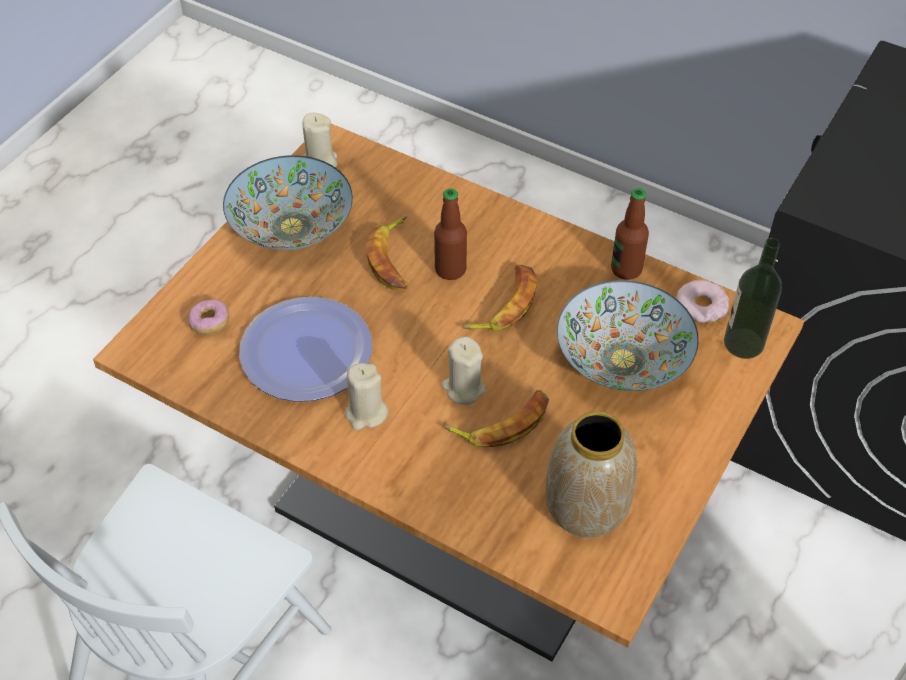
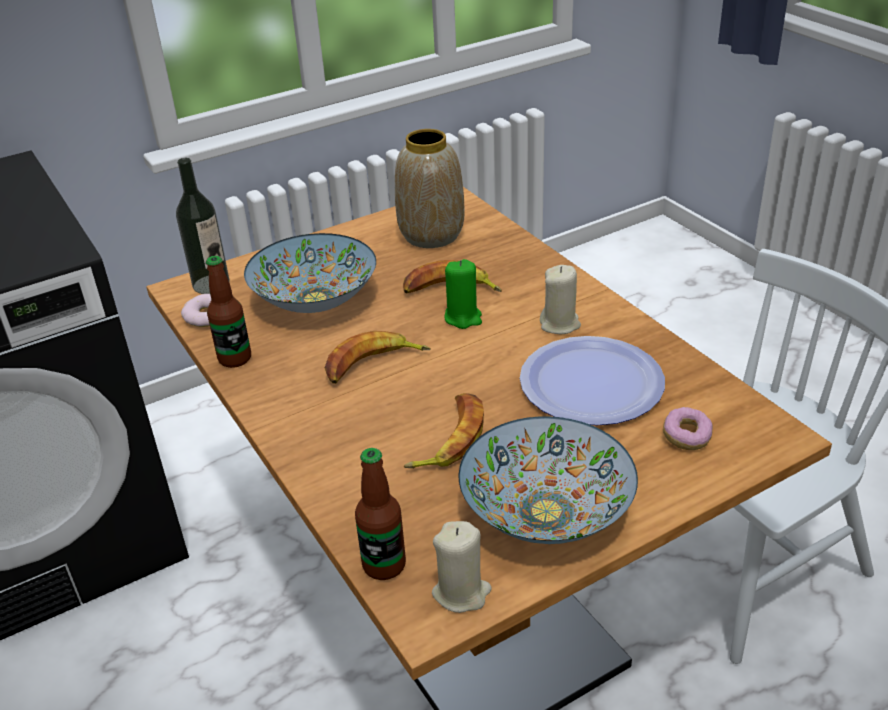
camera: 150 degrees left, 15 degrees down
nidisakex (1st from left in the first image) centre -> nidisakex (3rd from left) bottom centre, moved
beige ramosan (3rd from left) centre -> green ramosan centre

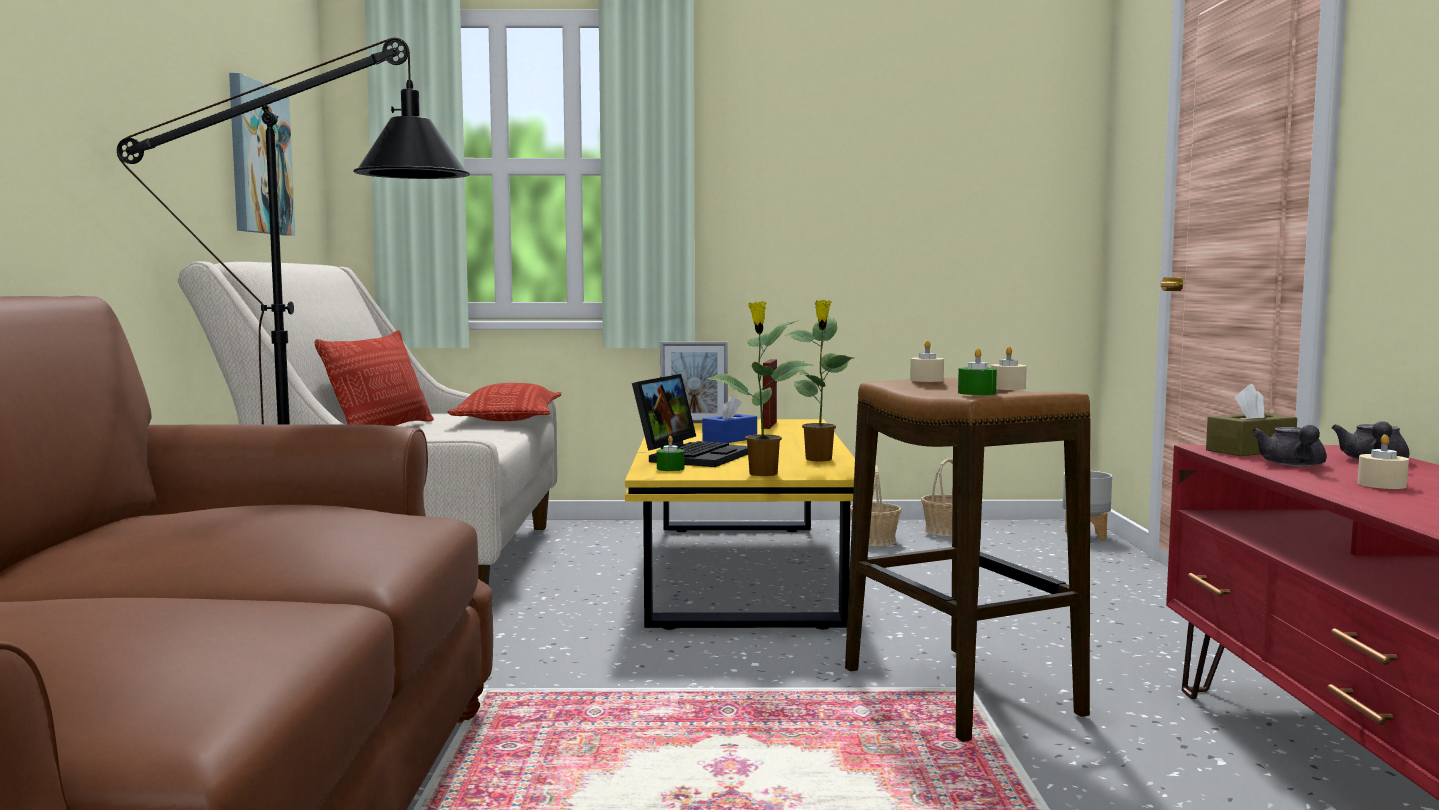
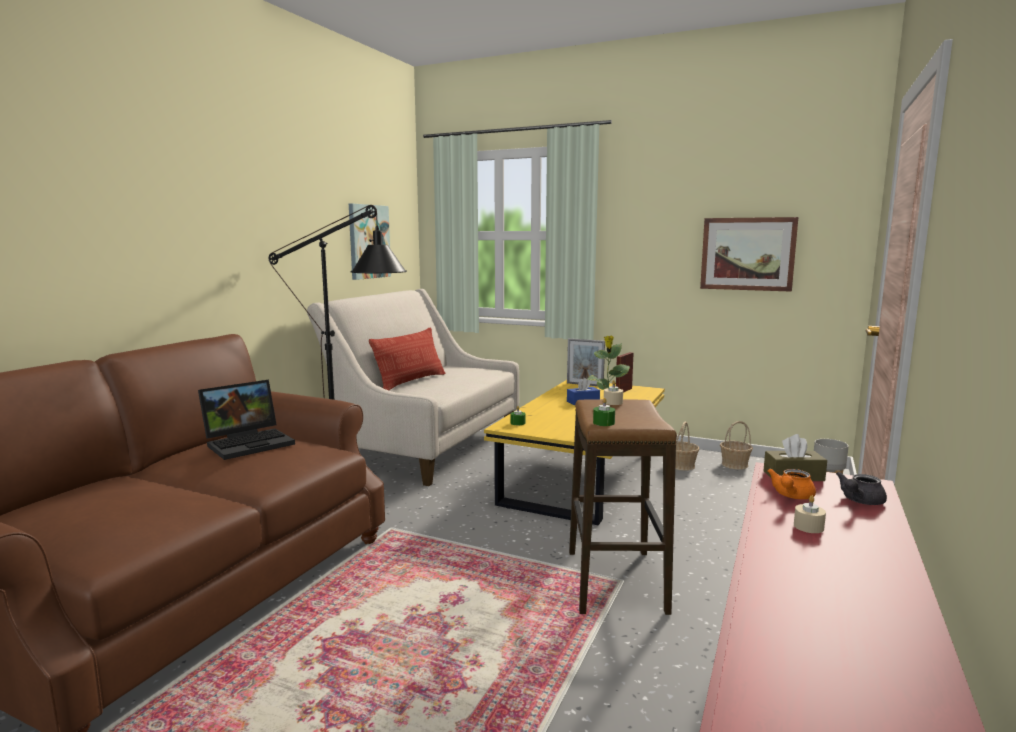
camera: 25 degrees right, 5 degrees up
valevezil (2nd from left) centre -> none
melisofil (1st from left) centre -> none
beige ramosan (2nd from left) middle right -> none
none -> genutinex (2nd from left) middle right
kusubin centre -> kusubin middle left, moved
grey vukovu (1st from left) middle right -> orange vukovu middle right

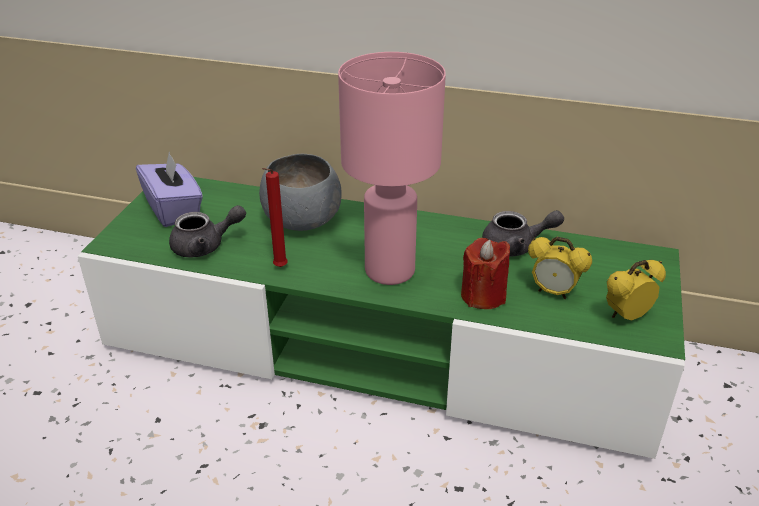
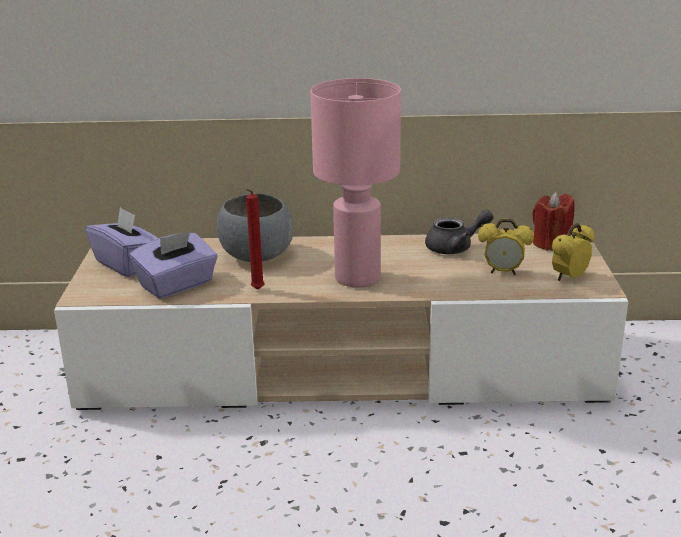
camera: 15 degrees left, 10 degrees down
red ramosan (2nd from left) centre -> red ramosan (2nd from left) middle right, moved
grey vukovu (1st from left) middle left -> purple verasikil (2nd from left) middle left
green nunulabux centre -> beige nunulabux centre

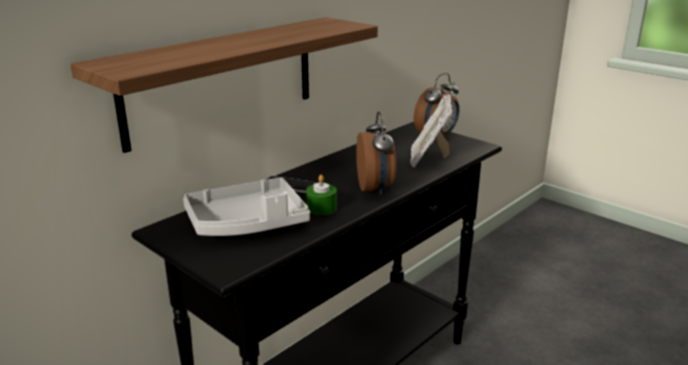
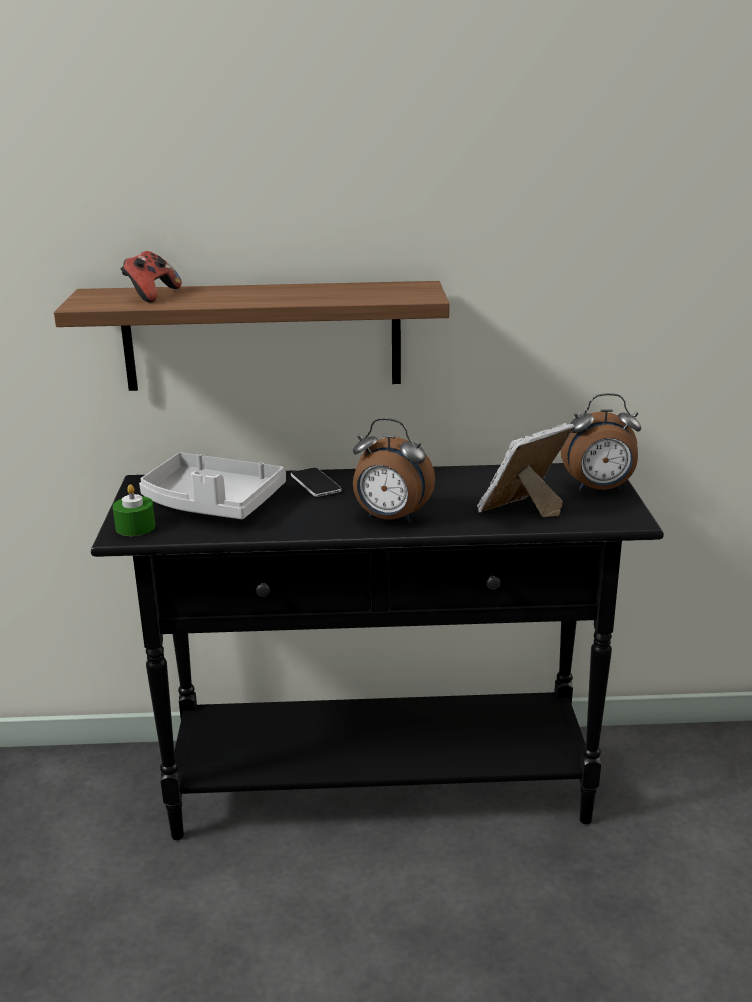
camera: 45 degrees right, 0 degrees up
none -> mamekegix top left
green ramosan centre -> green ramosan middle left, moved
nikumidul (1st from left) centre, 75 degrees clockwise

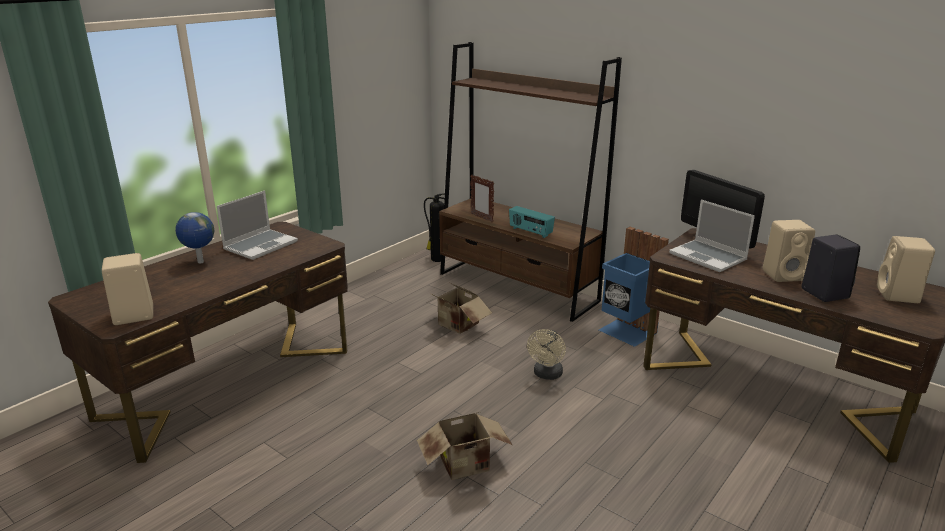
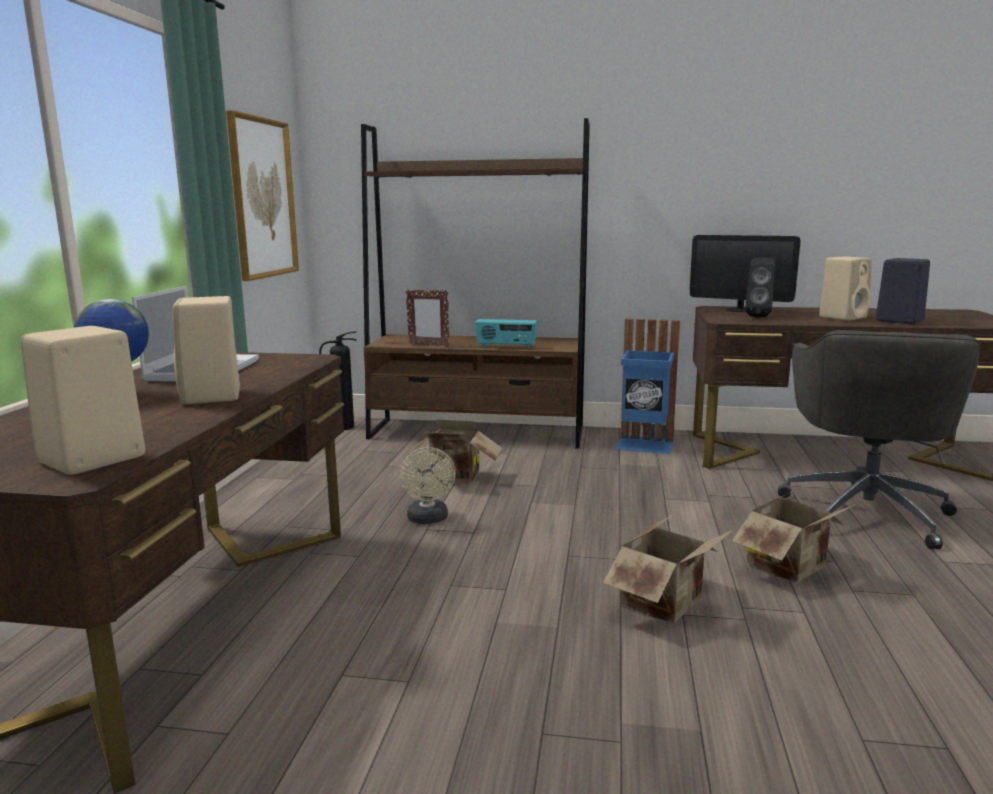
camera: 30 degrees left, 10 degrees down
none -> genutinex top left
none -> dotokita (3rd from left) bottom right
none -> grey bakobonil middle right
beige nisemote bottom centre -> beige nisemote centre, moved
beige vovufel (3rd from left in the first image) middle right -> beige vovufel (2nd from left) middle left, moved
kusubin (2nd from left) middle right -> black vovufel (1st from left) middle right

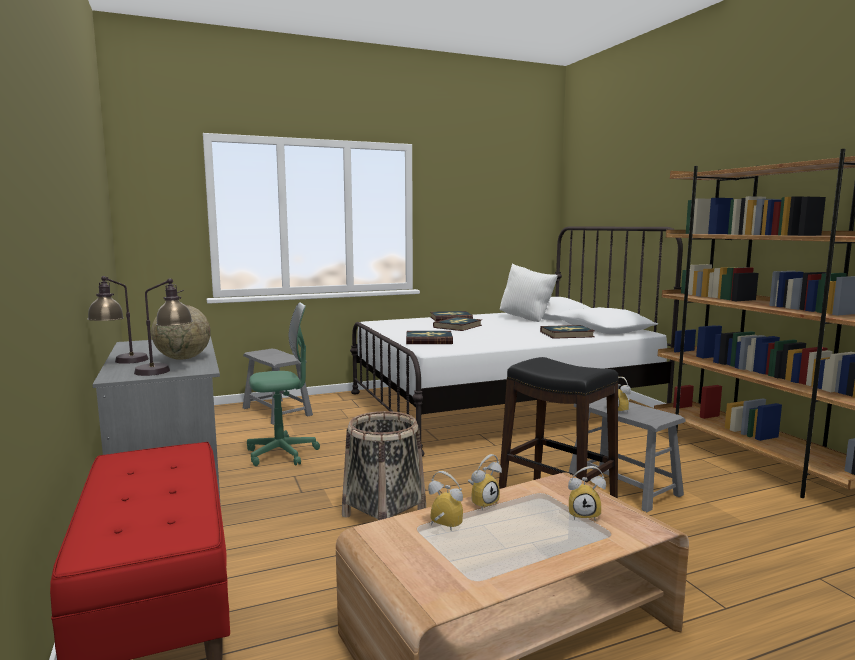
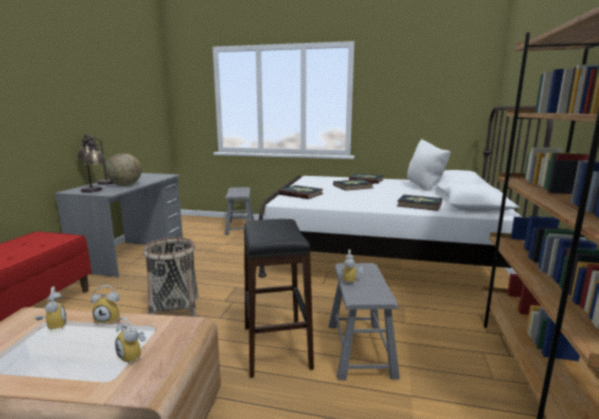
camera: 35 degrees right, 5 degrees up
green bakobonil middle left -> none

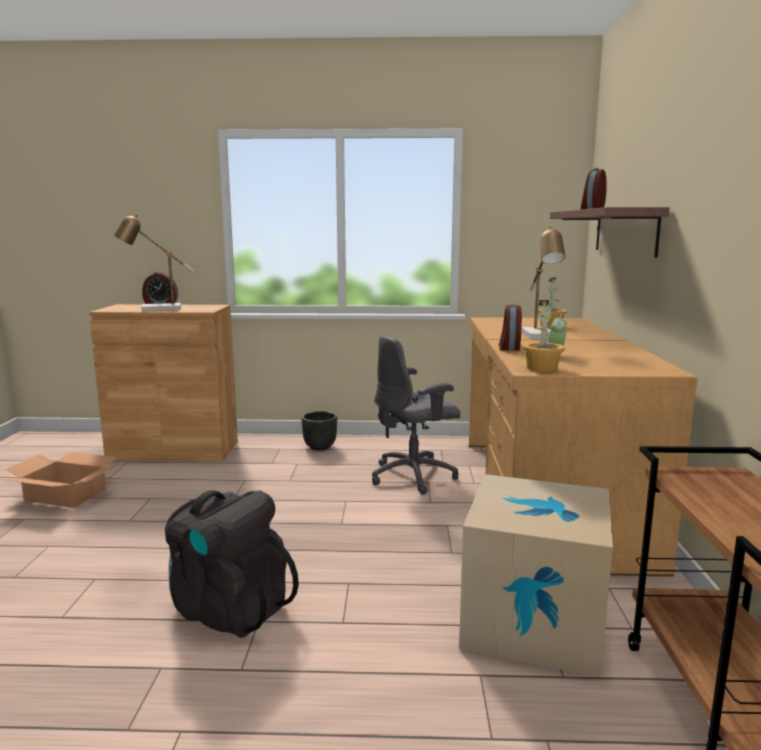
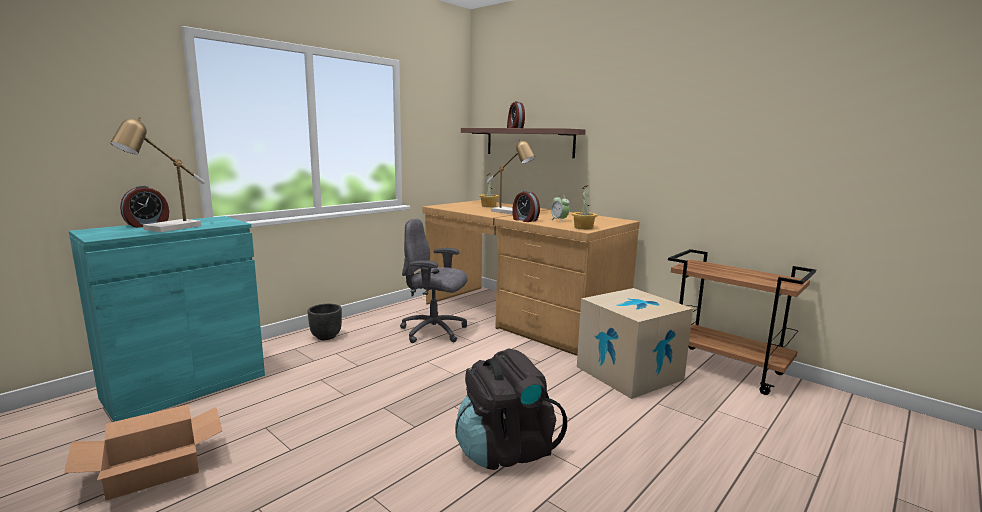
camera: 50 degrees left, 0 degrees up
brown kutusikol middle left -> turquoise kutusikol middle left
grey bakobonil centre, 90 degrees clockwise

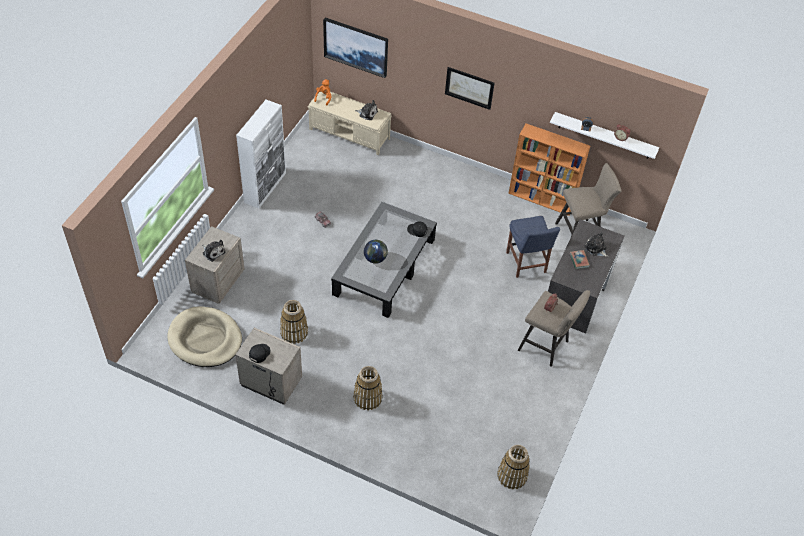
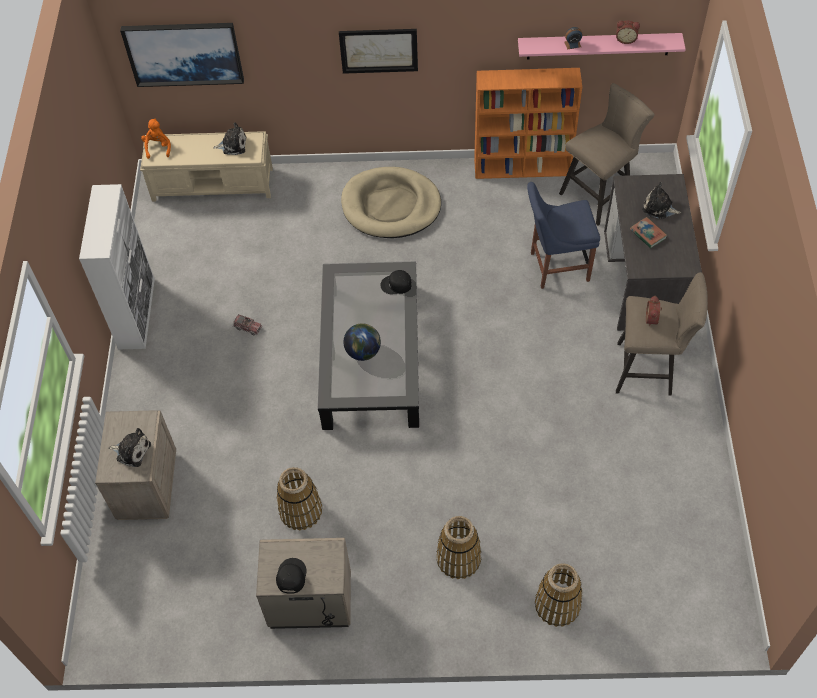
camera: 20 degrees left, 5 degrees up
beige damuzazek middle left -> beige damuzazek top centre, moved
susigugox (3rd from left) bottom centre -> susigugox (3rd from left) bottom right, moved
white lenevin top right -> pink lenevin top right
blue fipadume centre -> blue fipadume middle right, 120 degrees clockwise

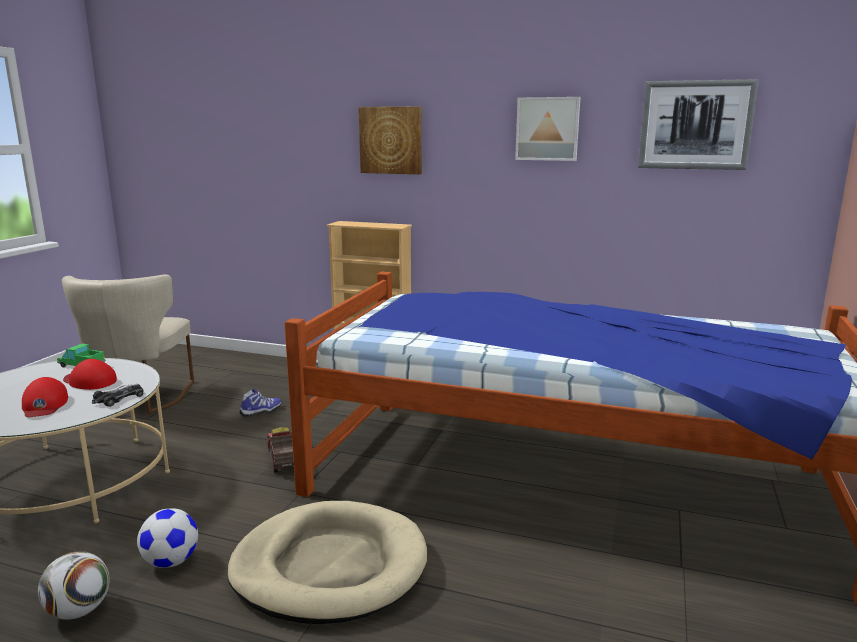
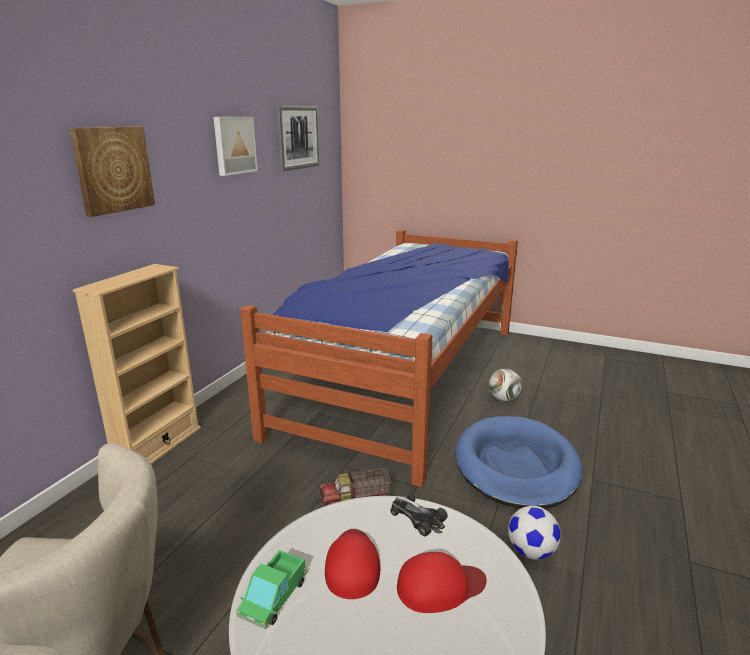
camera: 85 degrees left, 5 degrees up
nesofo middle left -> none
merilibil (1st from left) bottom left -> merilibil (1st from left) middle right, moved
beige damuzazek bottom centre -> blue damuzazek bottom right
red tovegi (2nd from left in the first image) middle left -> red tovegi (1st from left) bottom centre, 150 degrees clockwise

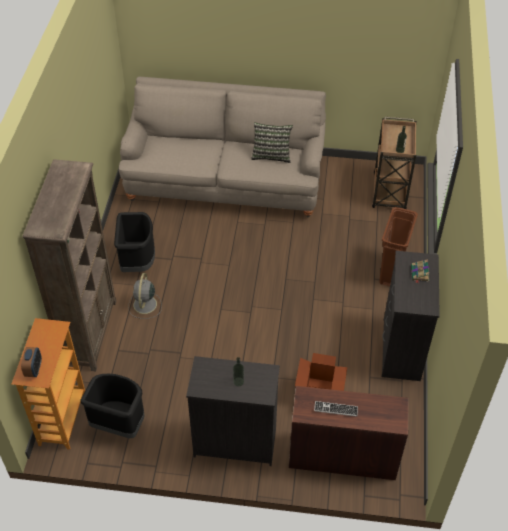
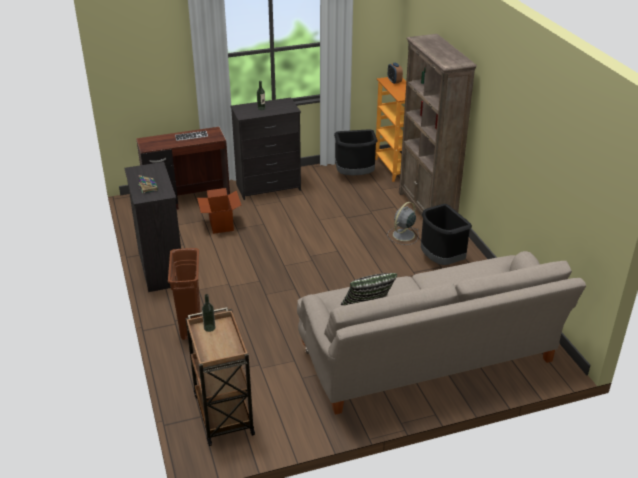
camera: 155 degrees right, 15 degrees down
grey nisemote middle left -> grey nisemote centre, 120 degrees counterclockwise

